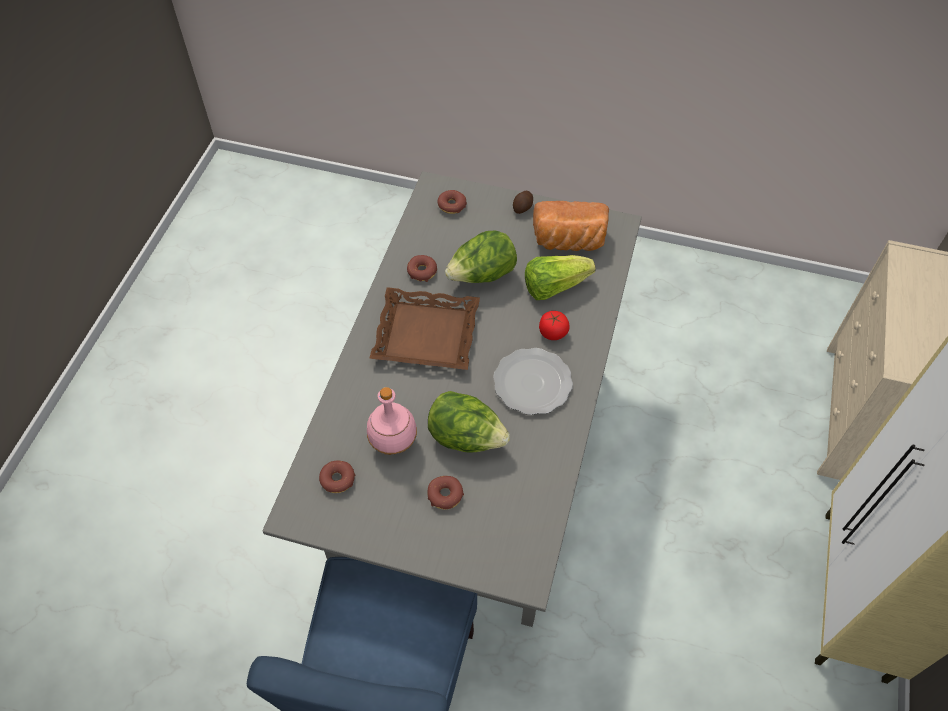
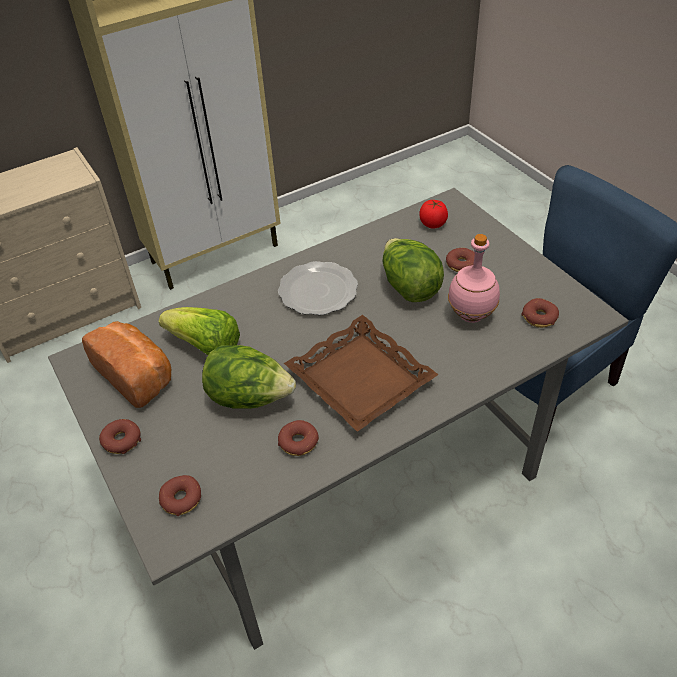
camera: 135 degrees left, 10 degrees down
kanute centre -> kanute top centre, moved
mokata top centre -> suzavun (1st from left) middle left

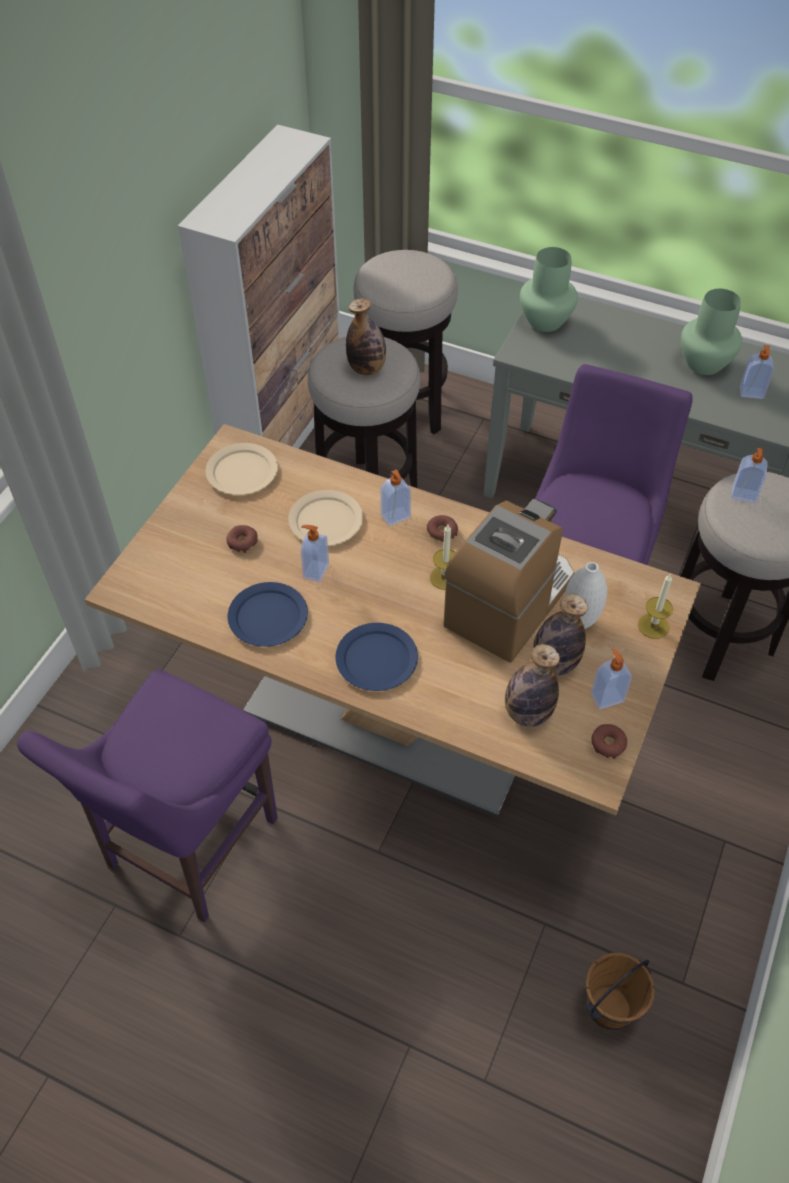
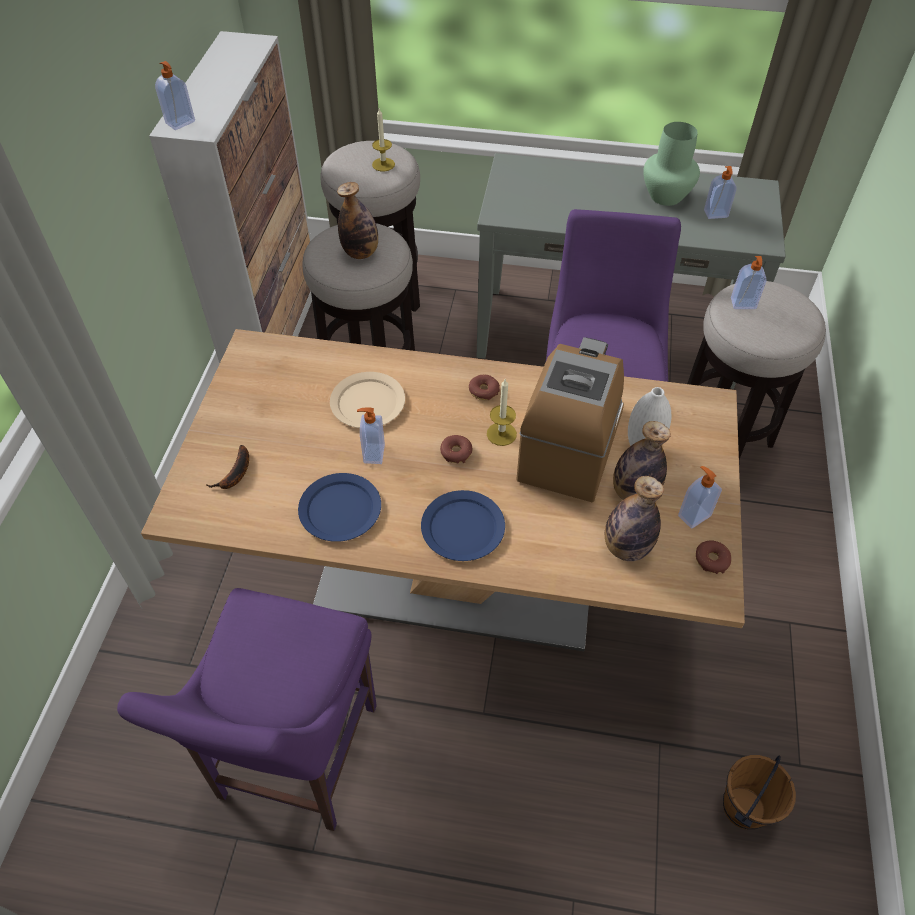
camera: 15 degrees left, 0 degrees up
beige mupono (1st from left) middle left -> none
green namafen (1st from left) top right -> none
none -> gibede middle left
suzavun (1st from left) middle left -> suzavun (1st from left) centre, moved
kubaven (2nd from left in the first image) centre -> kubaven (1st from left) top left, moved
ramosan (2nd from left in the first image) middle right -> ramosan (1st from left) top centre, moved

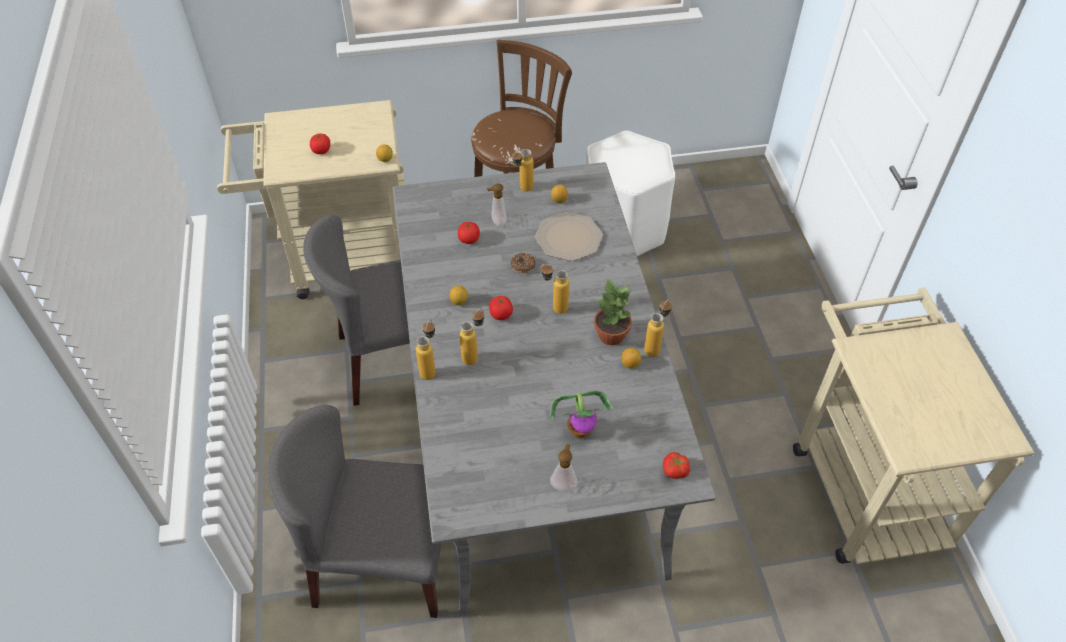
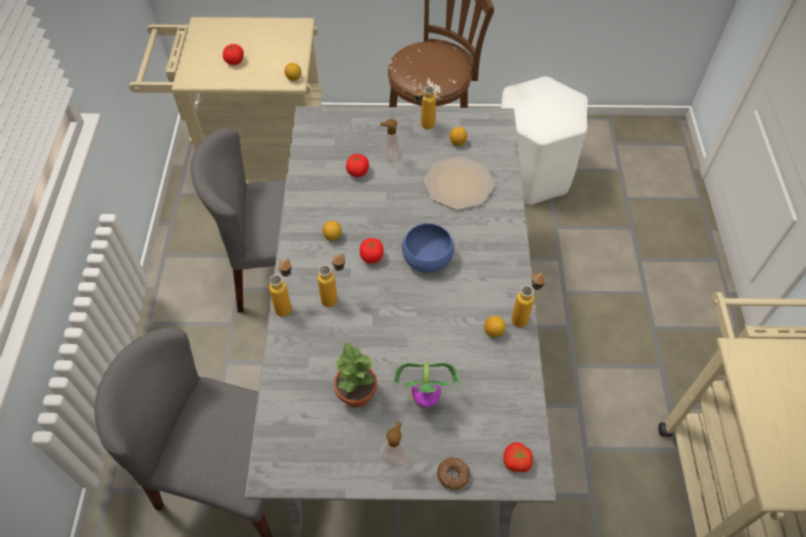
camera: 10 degrees right, 5 degrees up
suzavun centre -> suzavun bottom centre, moved
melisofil (2nd from left in the first image) centre -> melisofil (1st from left) bottom centre, moved
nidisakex (4th from left) centre -> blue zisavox centre

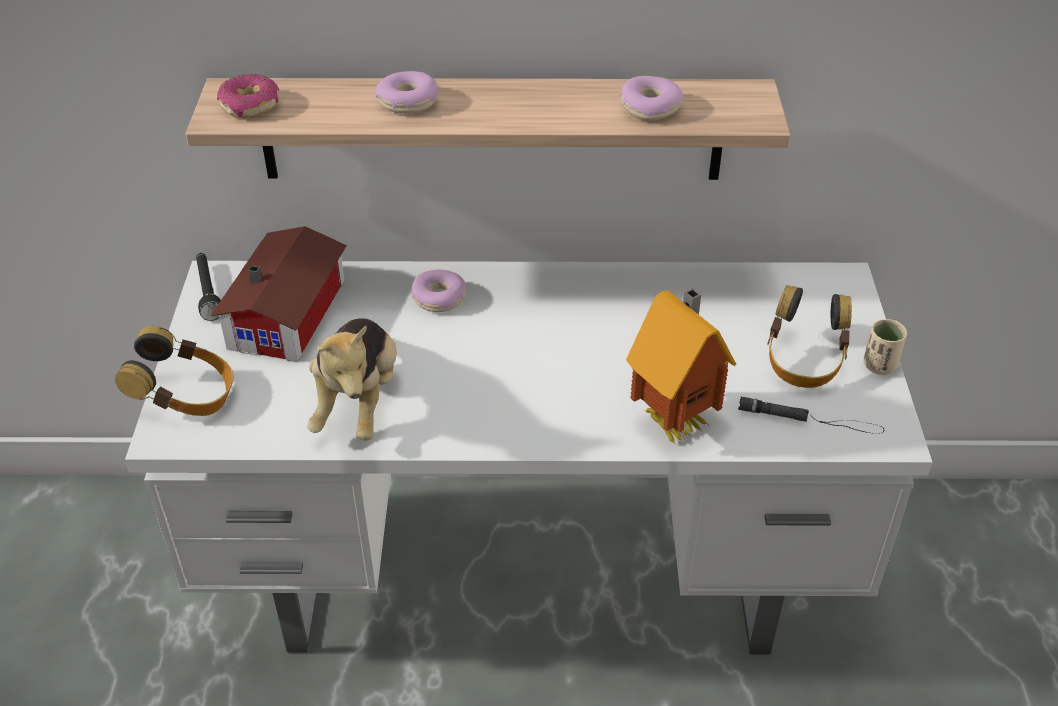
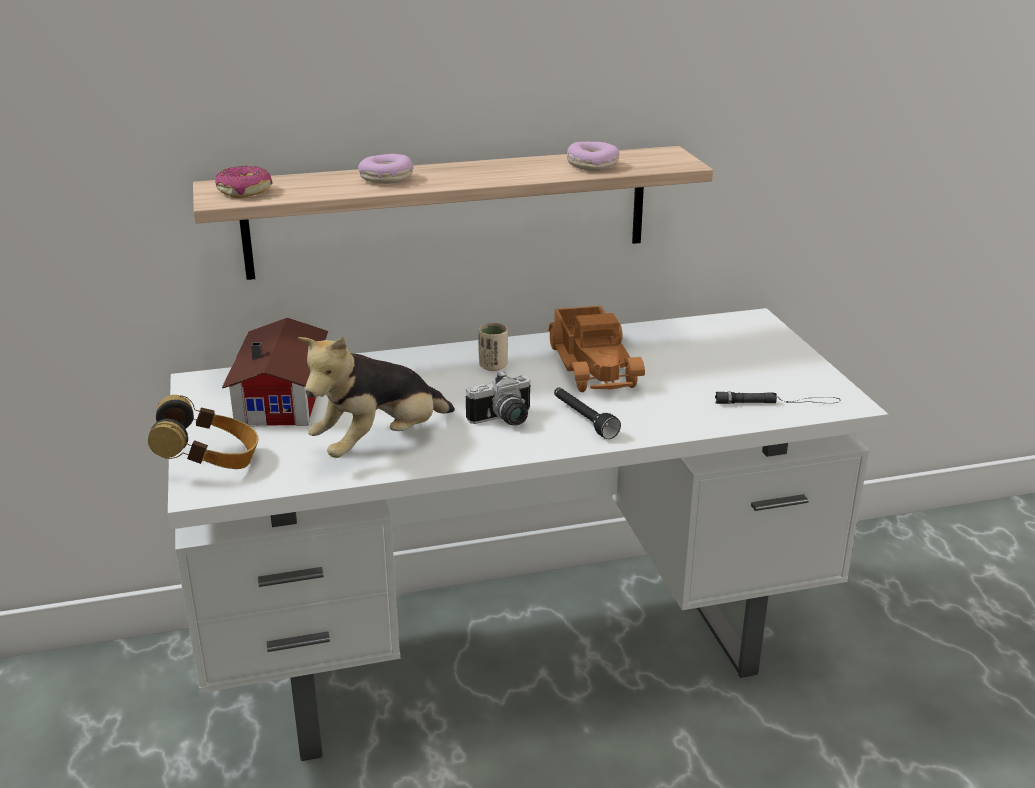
camera: 15 degrees left, 15 degrees down
suzavun (3rd from left) centre -> none
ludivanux (2nd from left) centre -> none
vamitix (2nd from left) middle right -> none
none -> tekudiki centre
none -> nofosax centre
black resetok (1st from left) middle left -> black resetok (1st from left) centre, moved
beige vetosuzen middle right -> beige vetosuzen centre, moved
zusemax middle left -> zusemax centre, 60 degrees clockwise

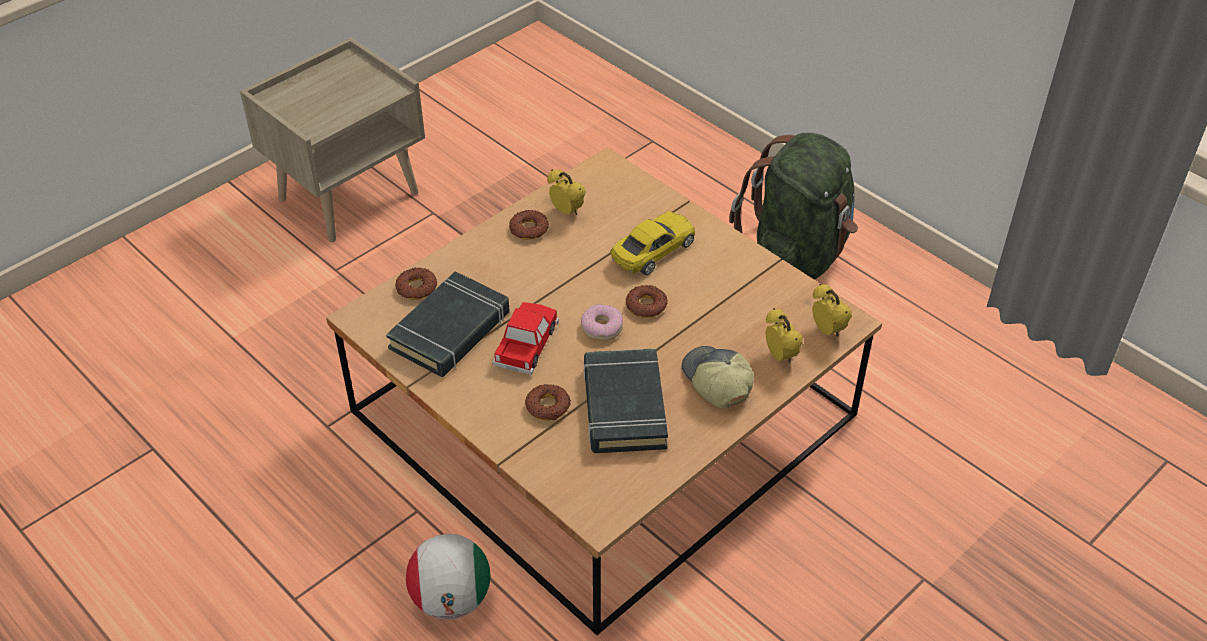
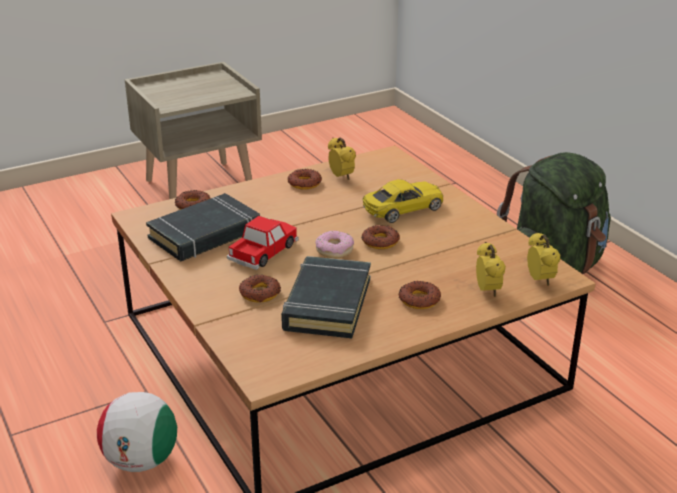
camera: 15 degrees right, 15 degrees down
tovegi centre -> suzavun (6th from left) centre

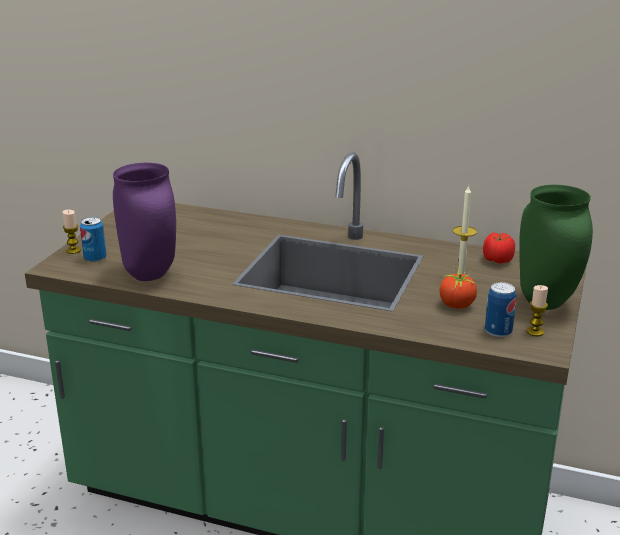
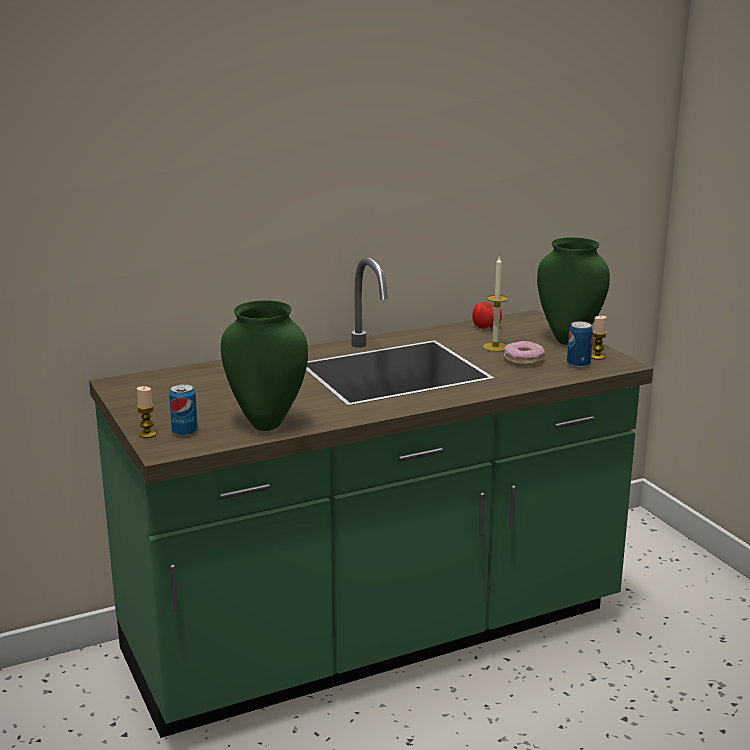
camera: 45 degrees left, 5 degrees down
kanute (1st from left) middle right -> suzavun middle right
purple namafen middle left -> green namafen (1st from left) centre

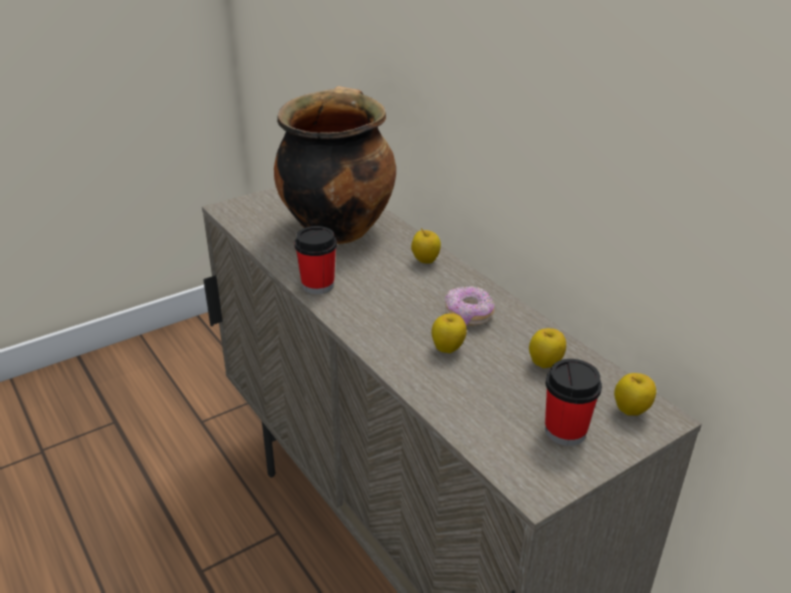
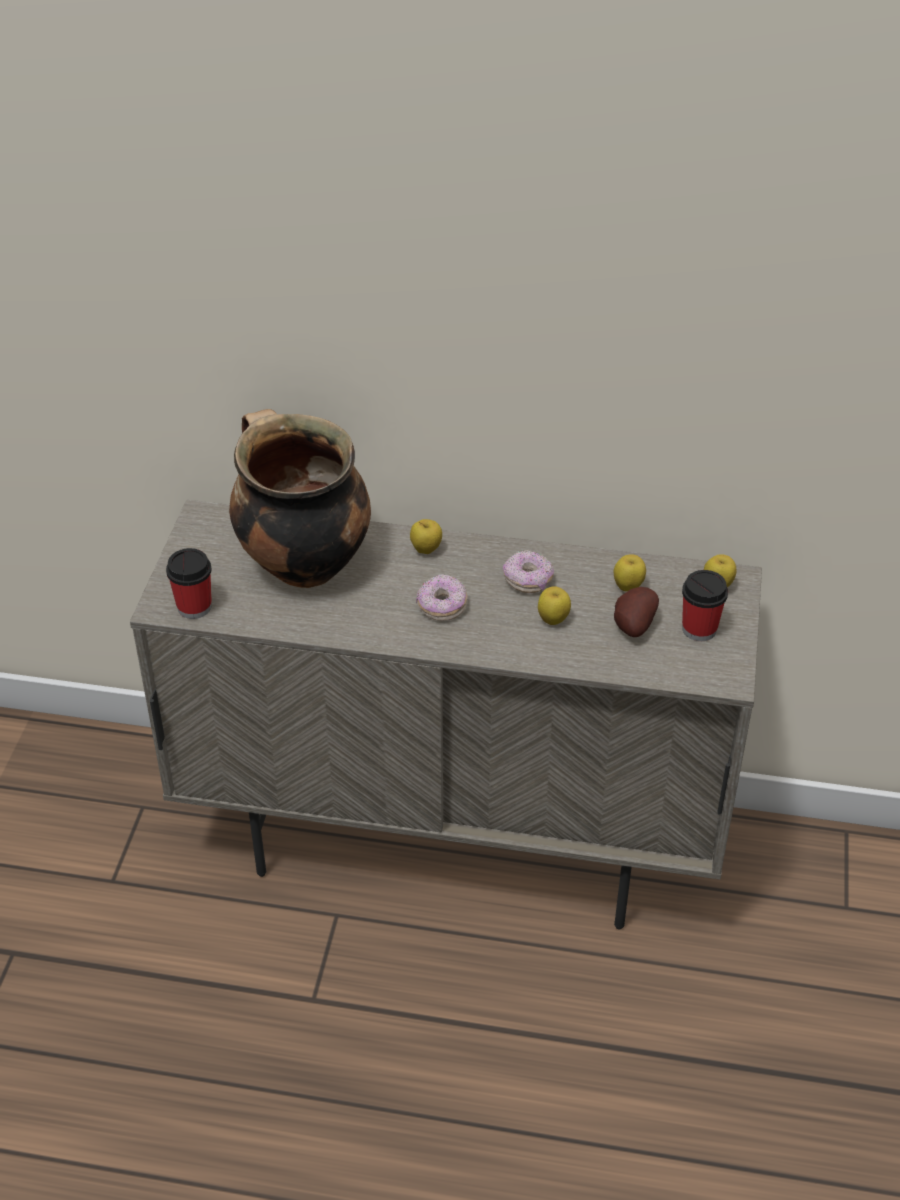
camera: 45 degrees left, 10 degrees up
none -> suzavun (1st from left) centre
none -> mokata middle right
vetosuzen (1st from left) centre -> vetosuzen (1st from left) middle left, moved

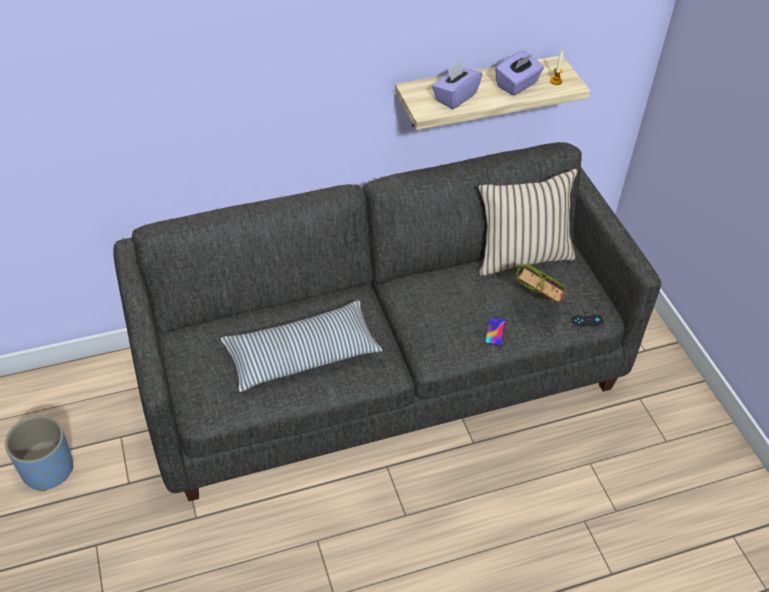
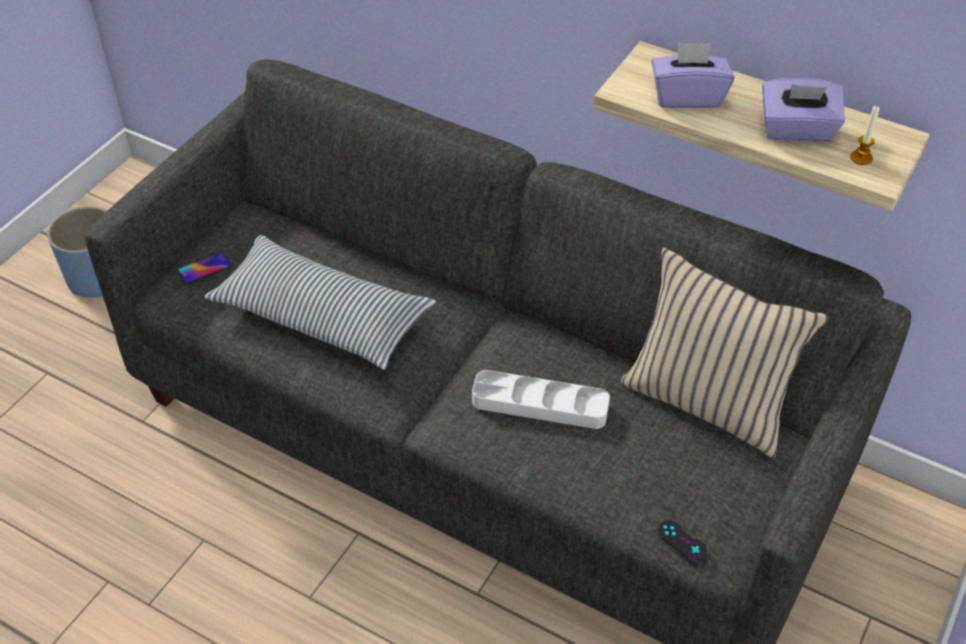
camera: 50 degrees right, 0 degrees up
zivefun middle right -> none
none -> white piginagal centre
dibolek centre -> dibolek middle left, moved

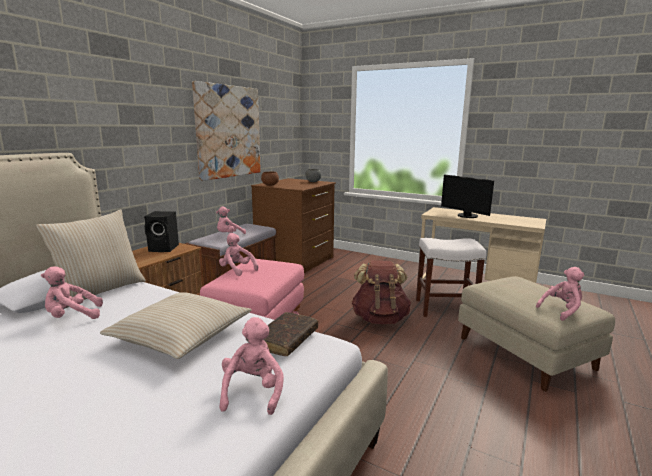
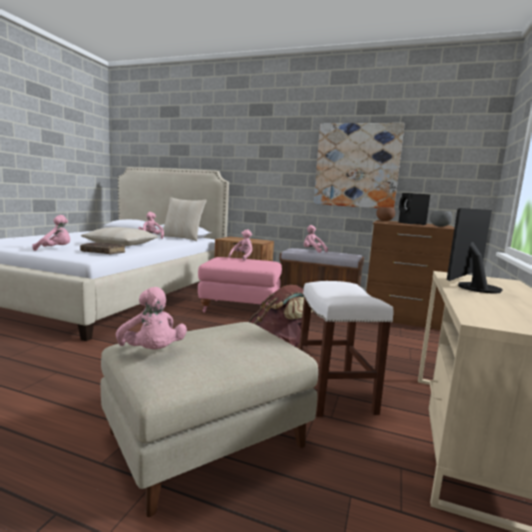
camera: 80 degrees right, 5 degrees down
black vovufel middle left -> black vovufel middle right, moved

